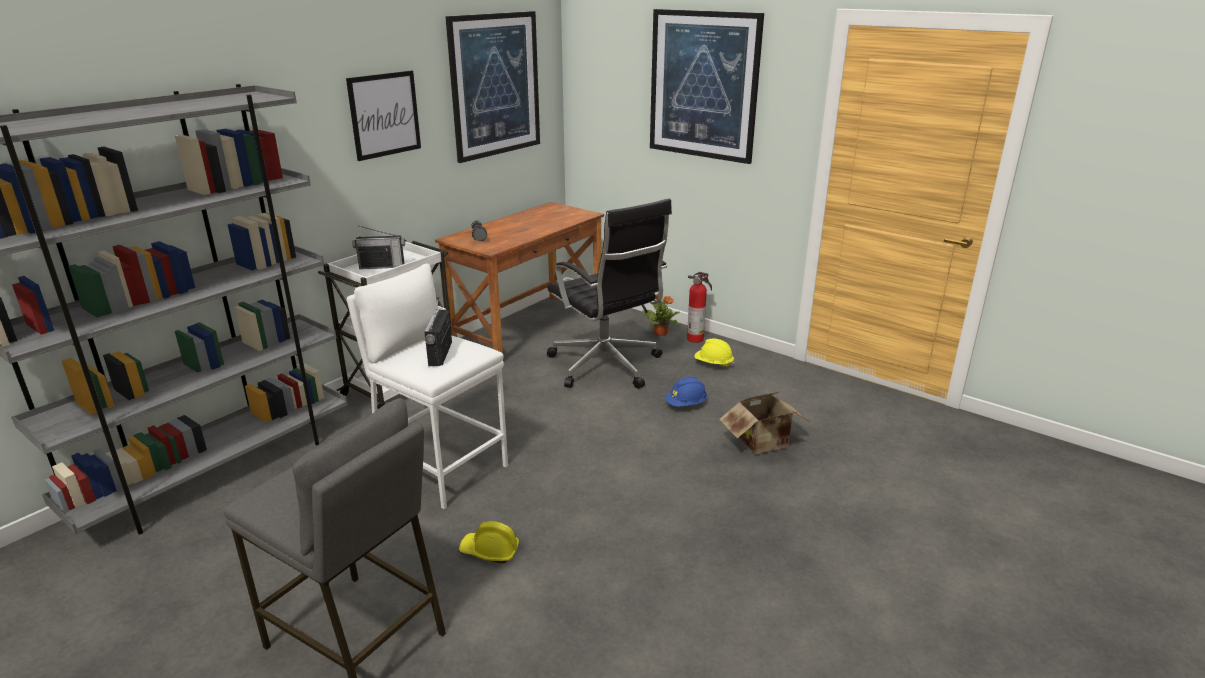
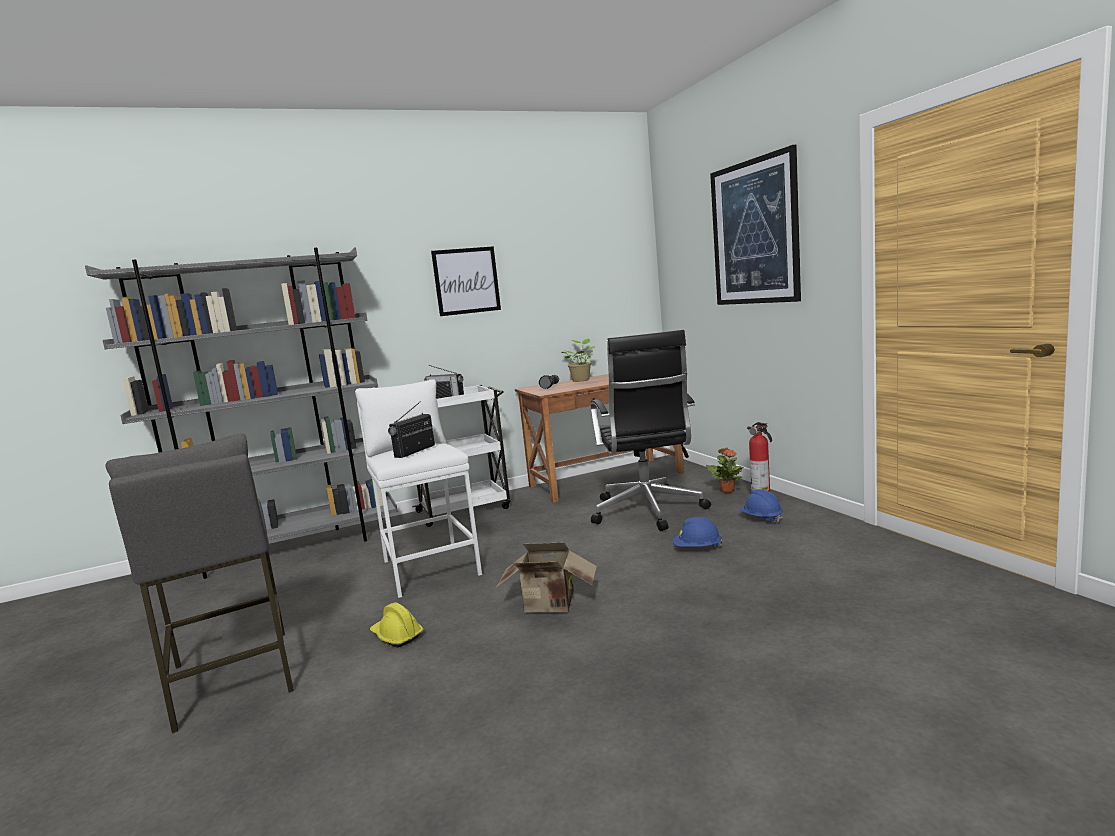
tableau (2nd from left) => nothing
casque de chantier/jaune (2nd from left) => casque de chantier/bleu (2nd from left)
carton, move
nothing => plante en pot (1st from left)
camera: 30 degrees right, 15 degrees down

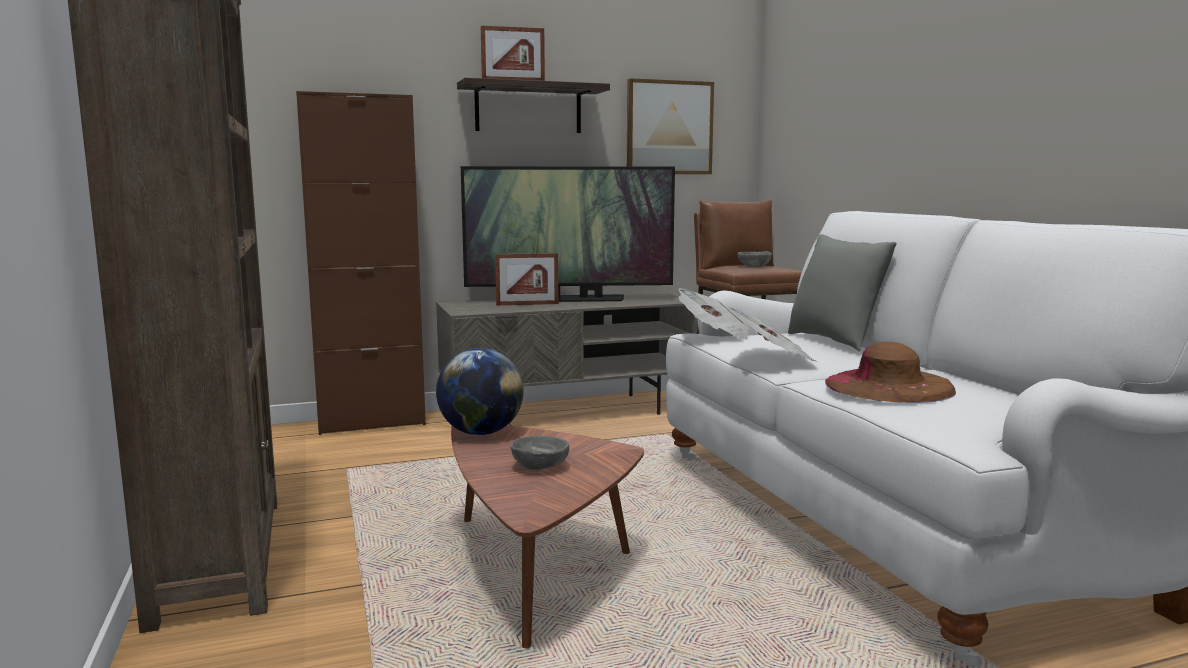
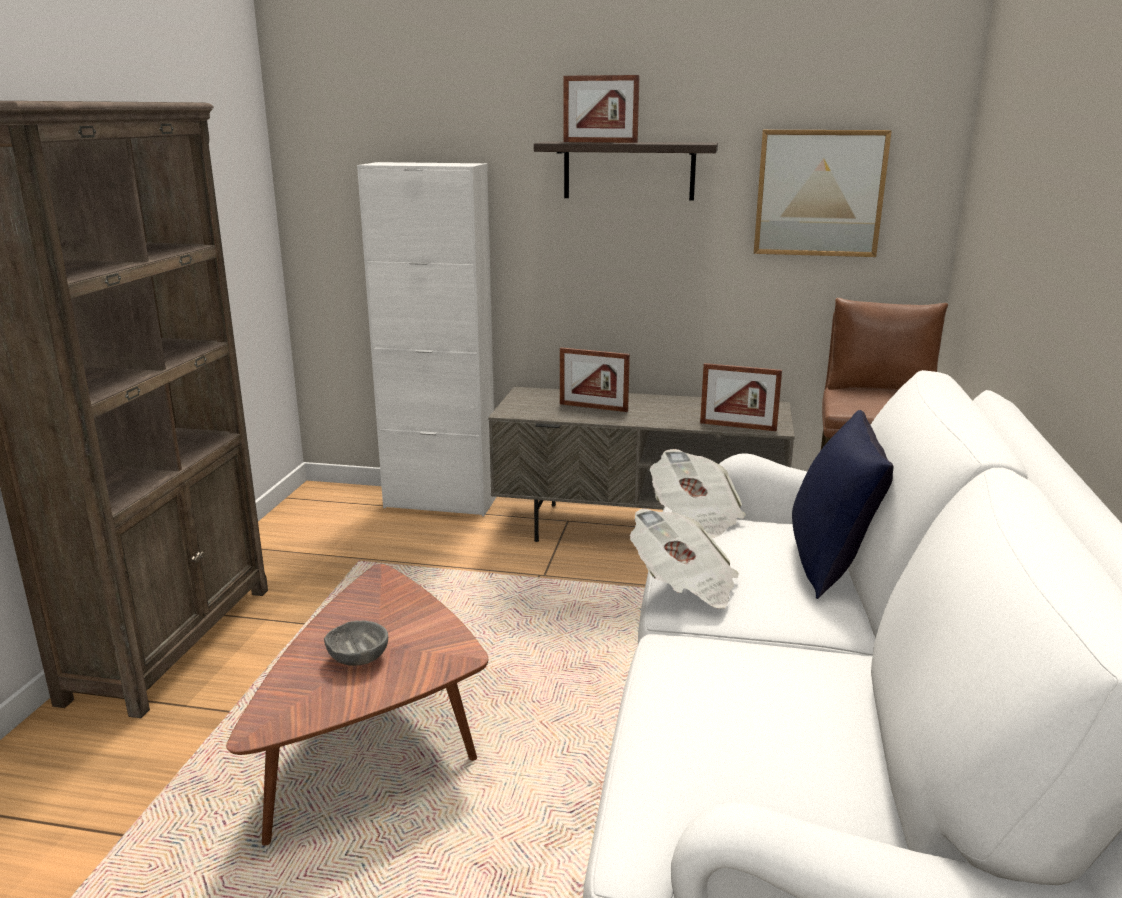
meuble de rangement/marron => meuble de rangement/blanc
globe => nothing
téléviseur => nothing
bol/gris (2nd from left) => nothing
coussin/gris => coussin/bleu
chapeau/marron => nothing
nothing => cadre photo (3rd from left)
camera: 30 degrees right, 10 degrees up

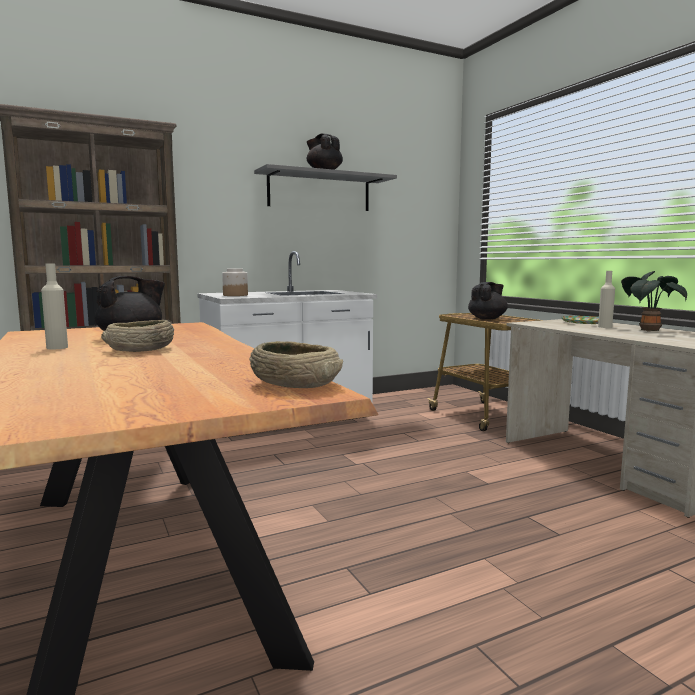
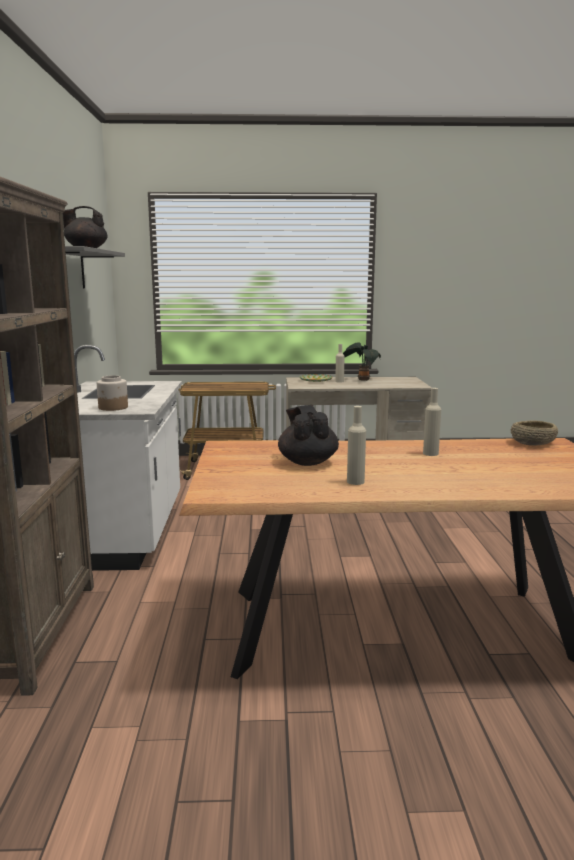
bol/beige (1st from left) => nothing
théière/noir (3rd from left) => nothing
nothing => bouteille/beige (3rd from left)
camera: 65 degrees left, 5 degrees up

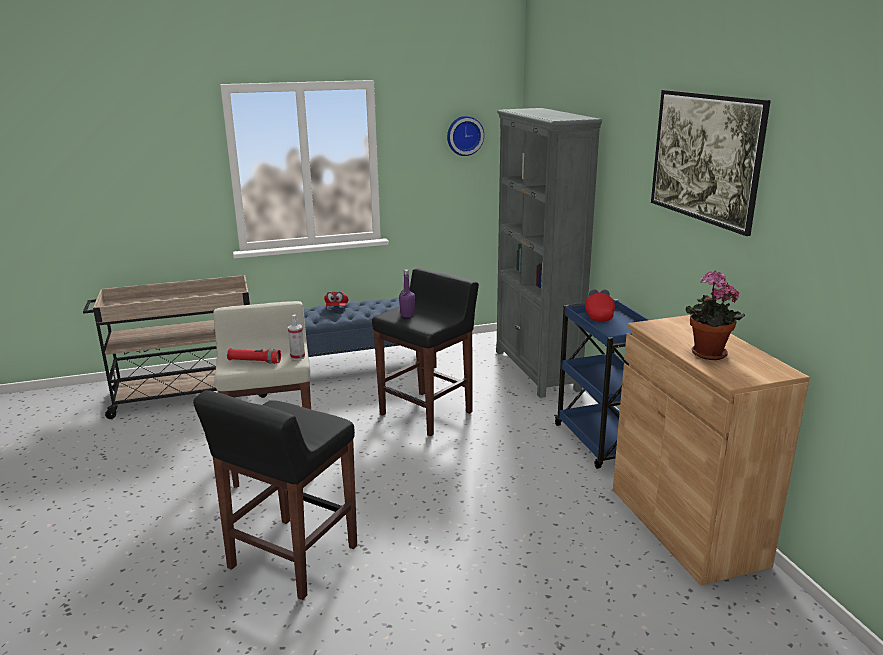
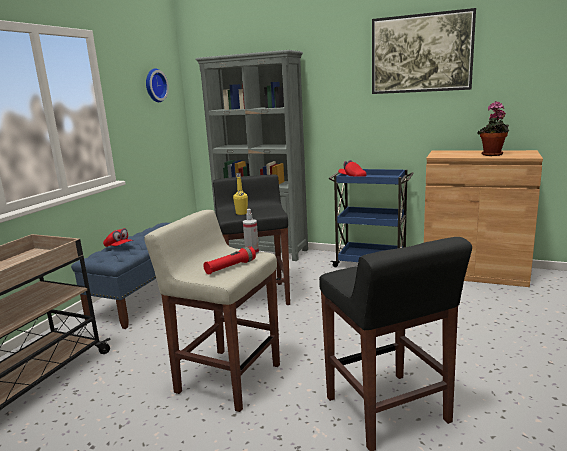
bouteille/violet => bouteille/jaune
camera: 50 degrees left, 5 degrees down

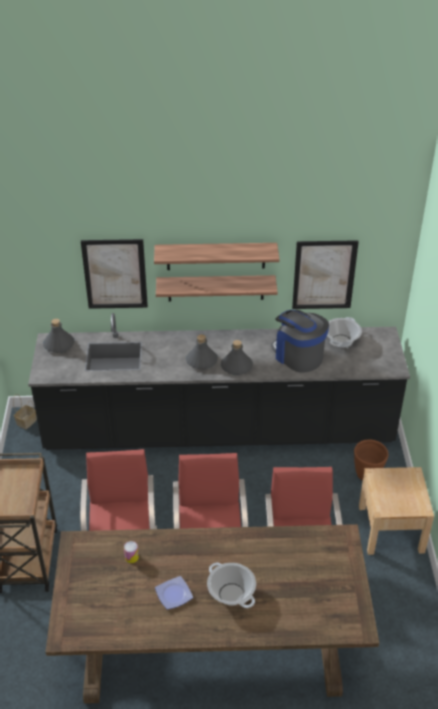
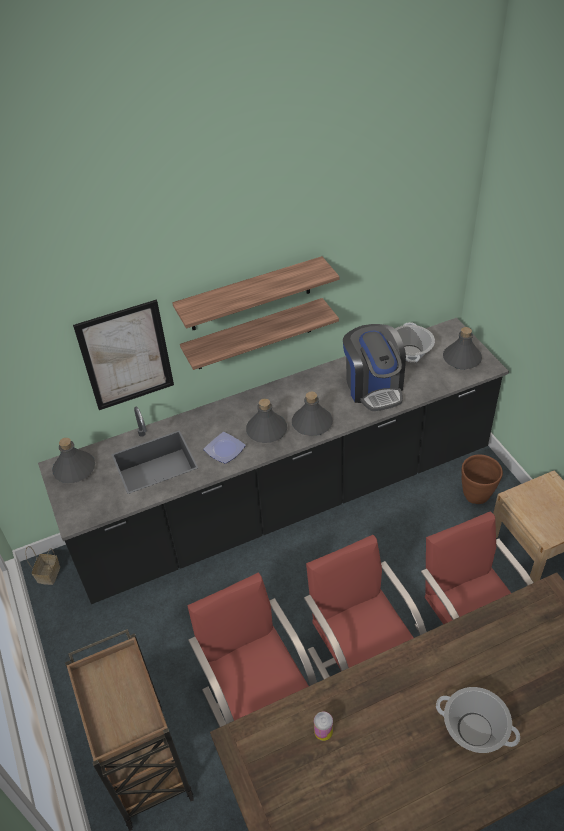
assiette, move
machine à café, 135 degrees counterclockwise
tableau (2nd from left) => nothing
nothing => bouteille/gris (4th from left)
camera: 20 degrees left, 5 degrees up

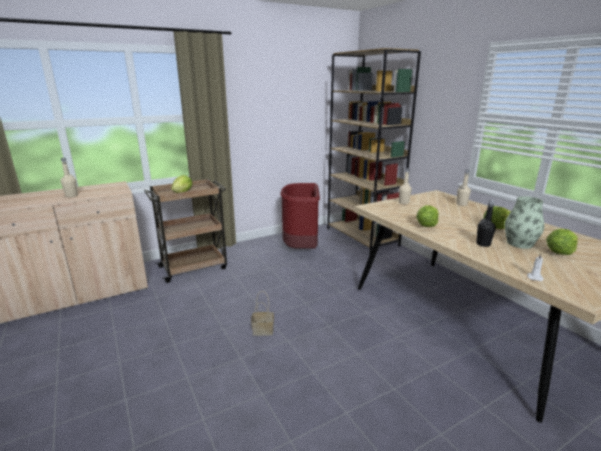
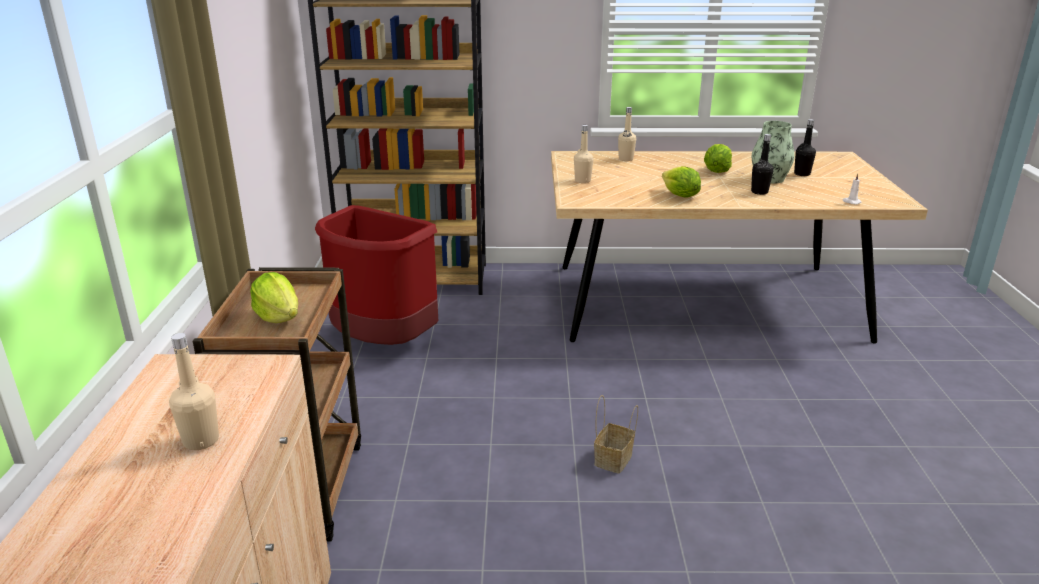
laitue (4th from left) => bouteille/noir (2nd from left)
camera: 60 degrees left, 5 degrees up

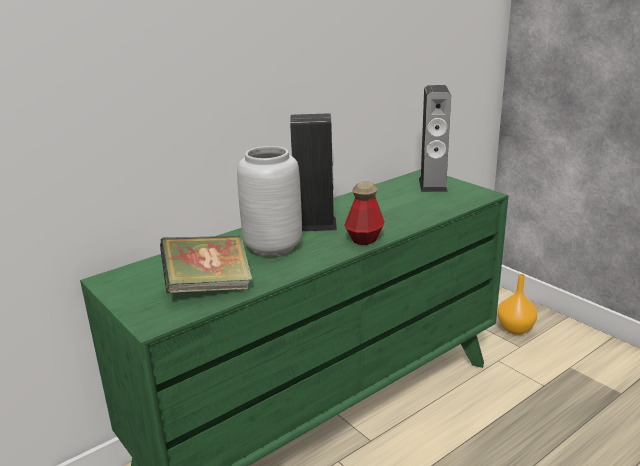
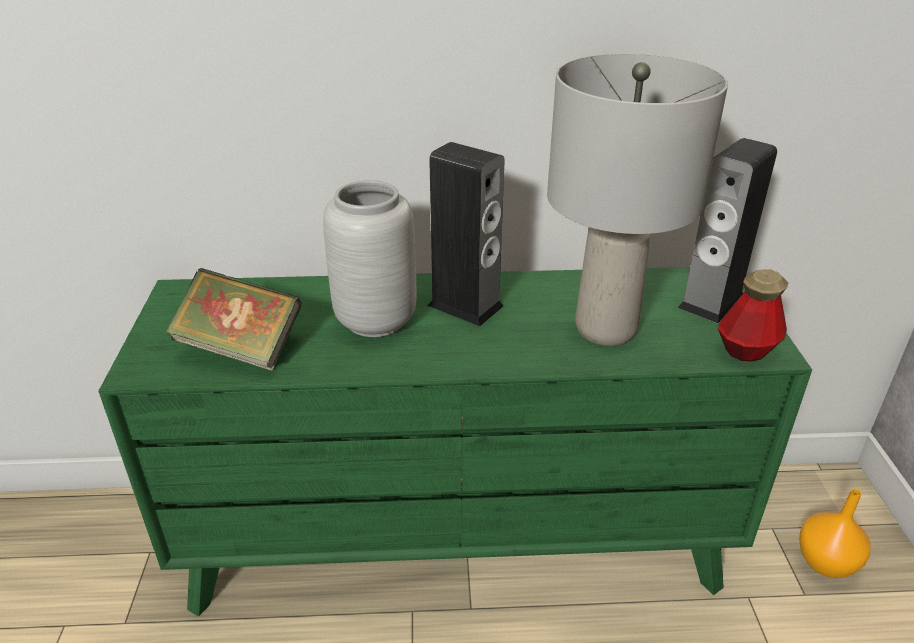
bouteille, move
nothing => lampe de table/gris
camera: 35 degrees right, 10 degrees up

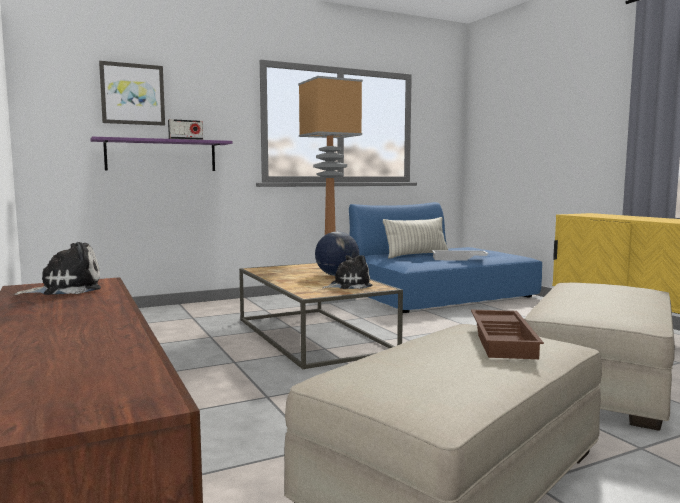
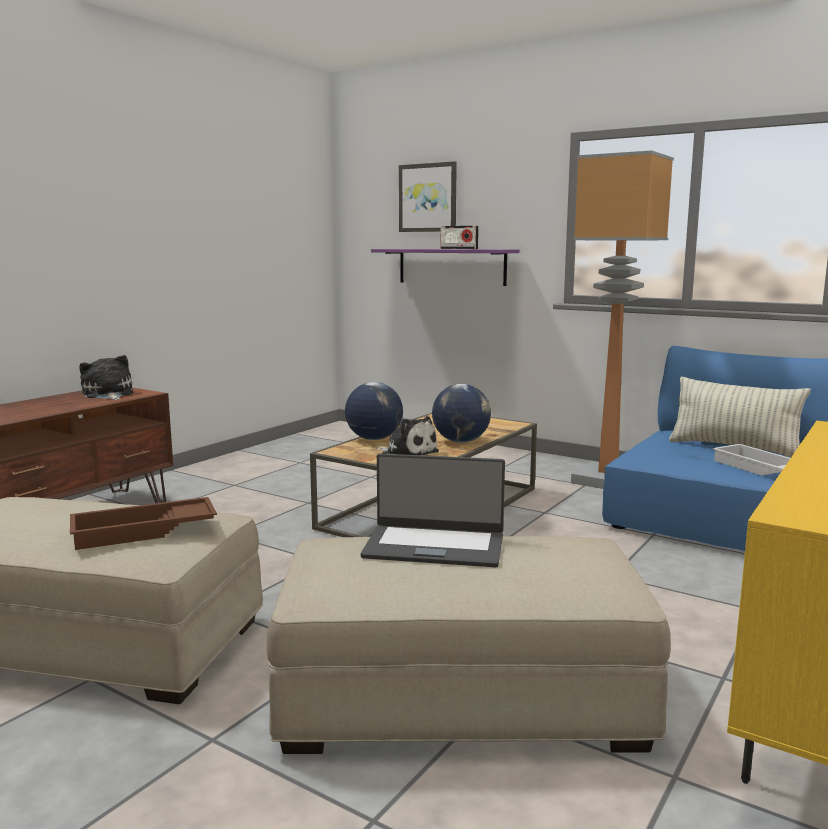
peluche (1st from left), 150 degrees counterclockwise
nothing => globe (1st from left)
nothing => ordinateur portable
camera: 60 degrees right, 5 degrees up

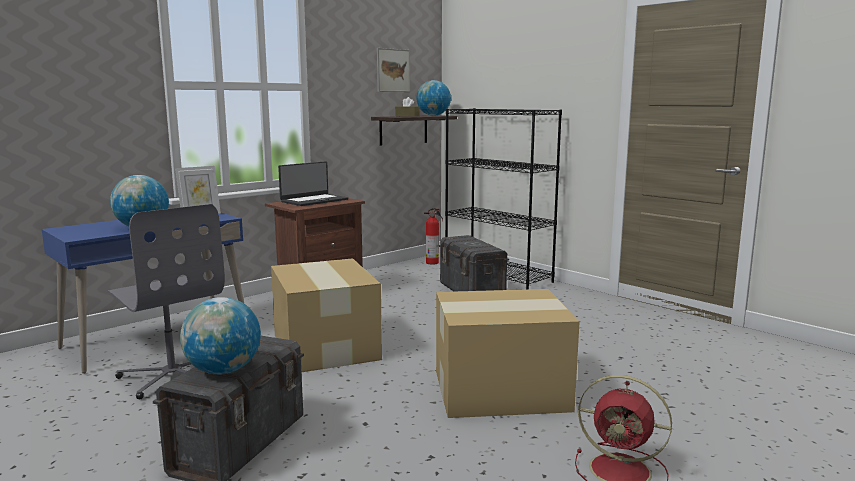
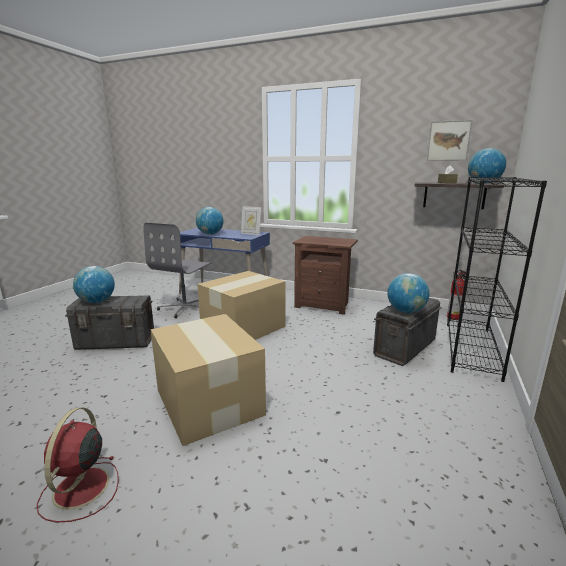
ordinateur portable => nothing
nothing => globe (3rd from left)
camera: 65 degrees right, 5 degrees up

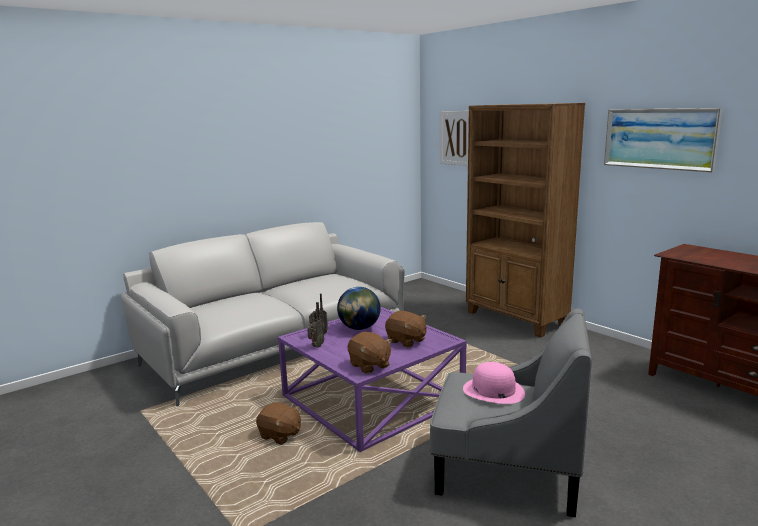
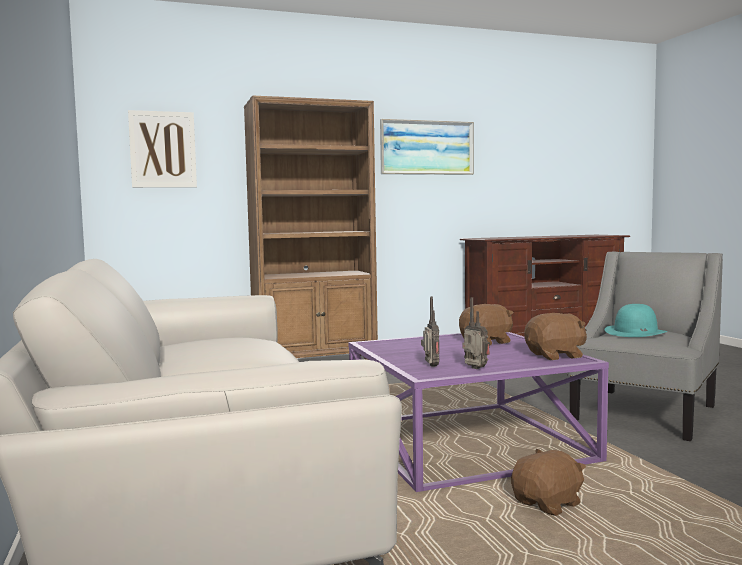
globe => nothing
chapeau/rose => chapeau/turquoise
camera: 70 degrees left, 10 degrees down

